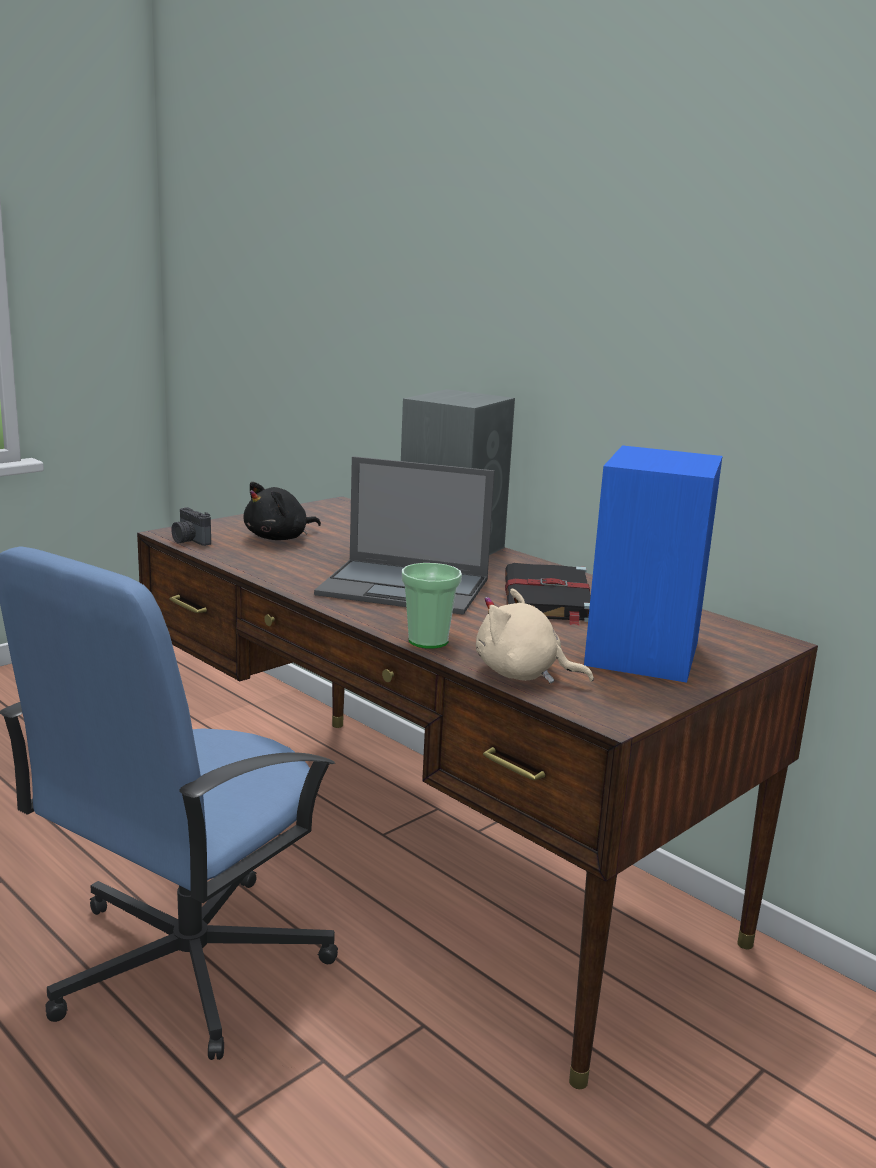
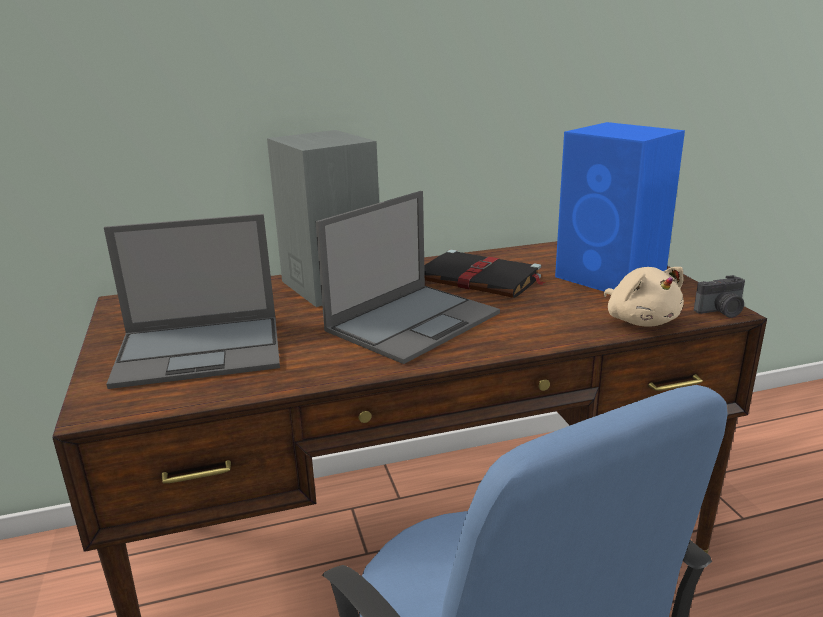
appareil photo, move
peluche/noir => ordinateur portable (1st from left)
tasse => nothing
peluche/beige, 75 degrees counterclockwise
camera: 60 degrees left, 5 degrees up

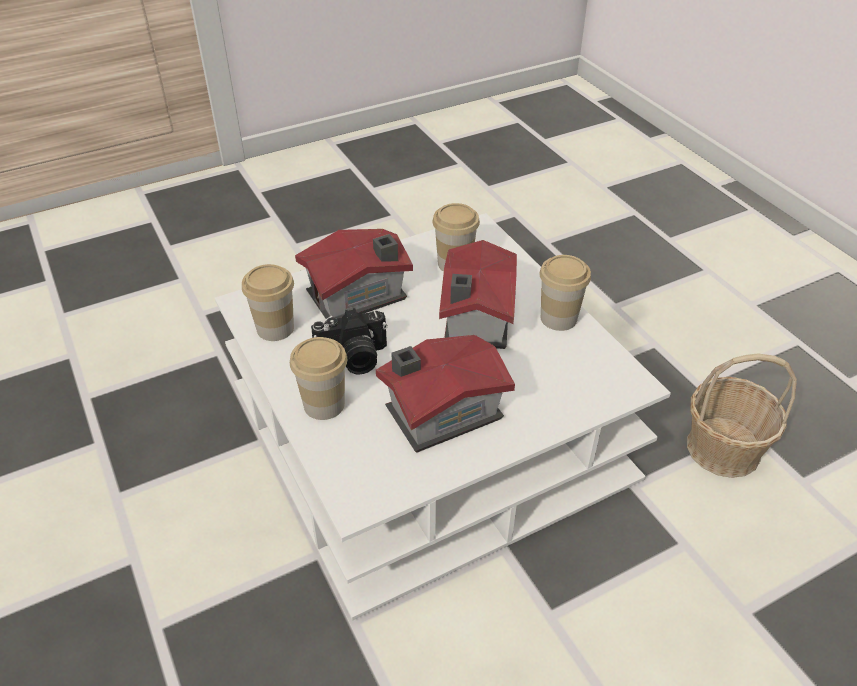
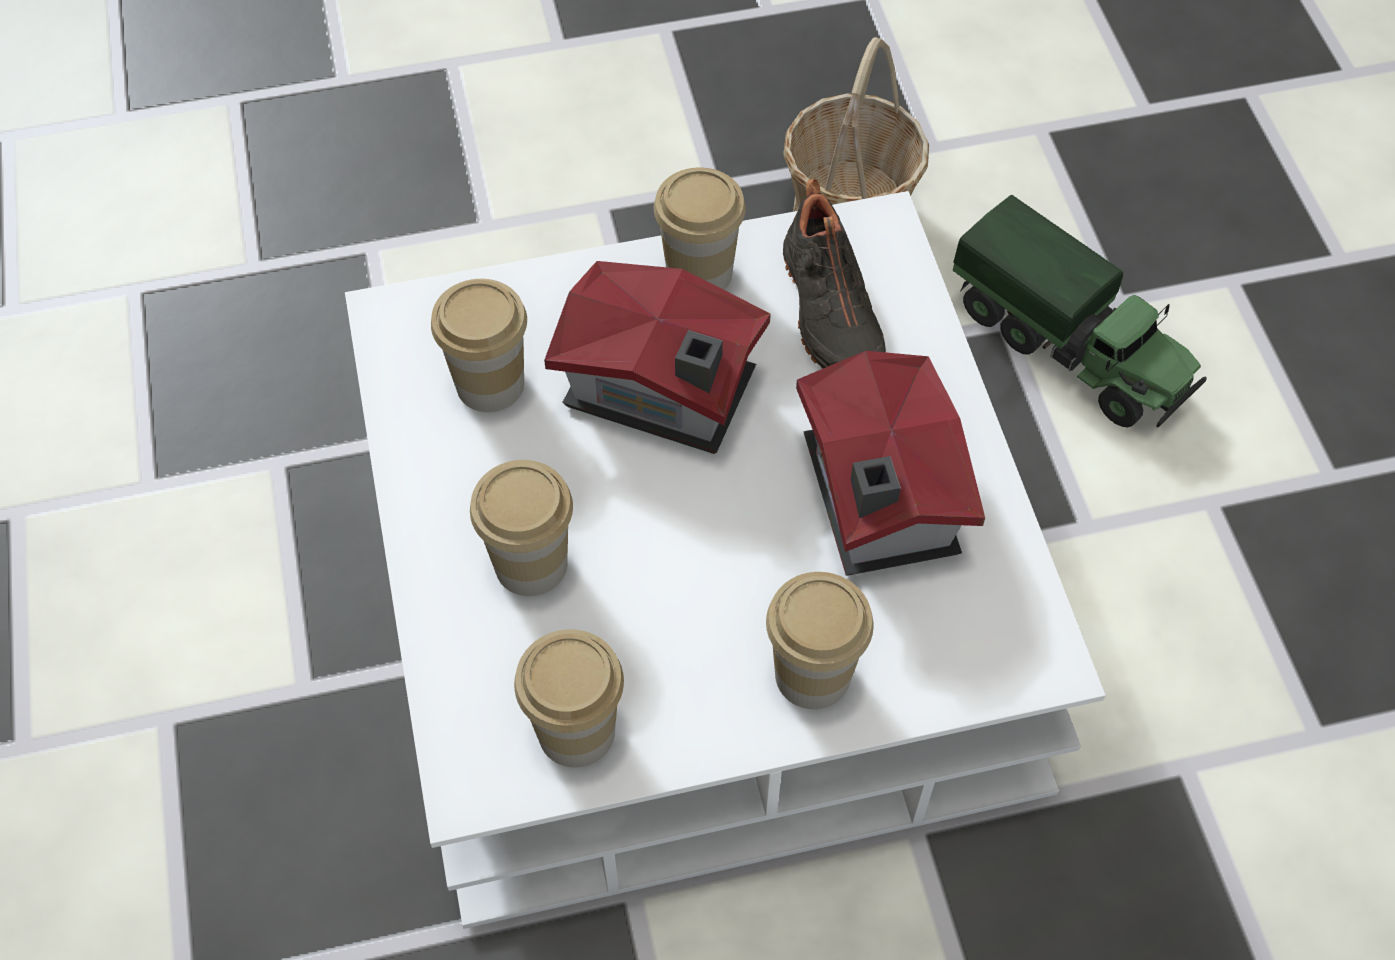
maison miniature (1st from left) => tasse (2nd from left)
appareil photo => nothing
nothing => chaussure/noir
nothing => camion jouet
camera: 75 degrees left, 15 degrees up

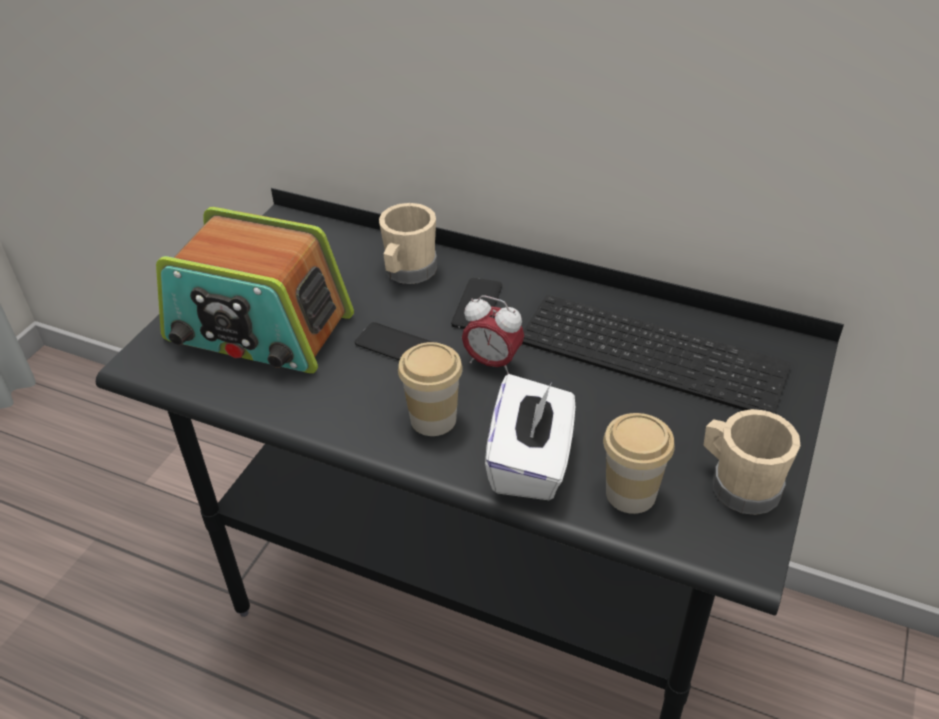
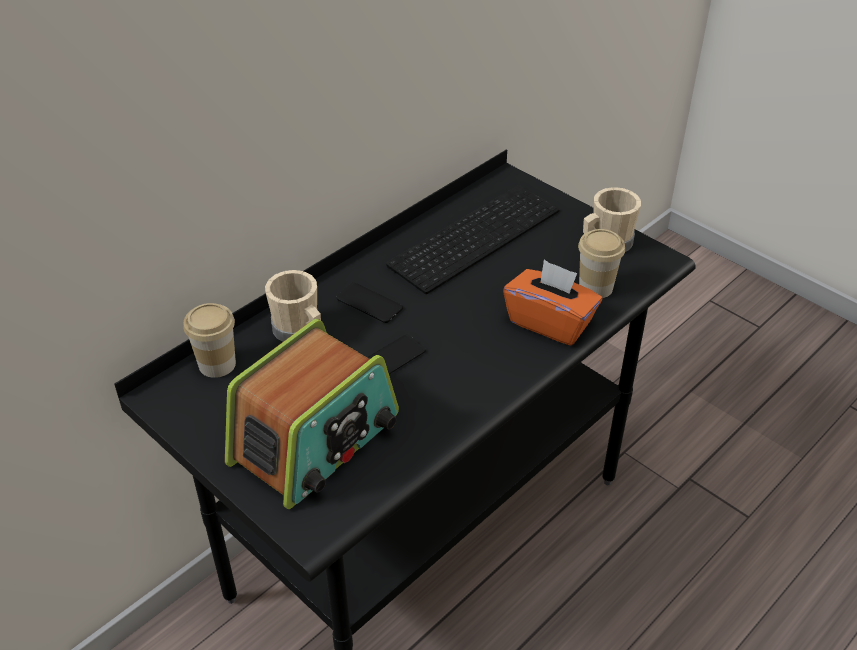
tasse (1st from left), move
réveil => nothing
boîte à mouchoirs/blanc => boîte à mouchoirs/orange
camera: 70 degrees left, 0 degrees up

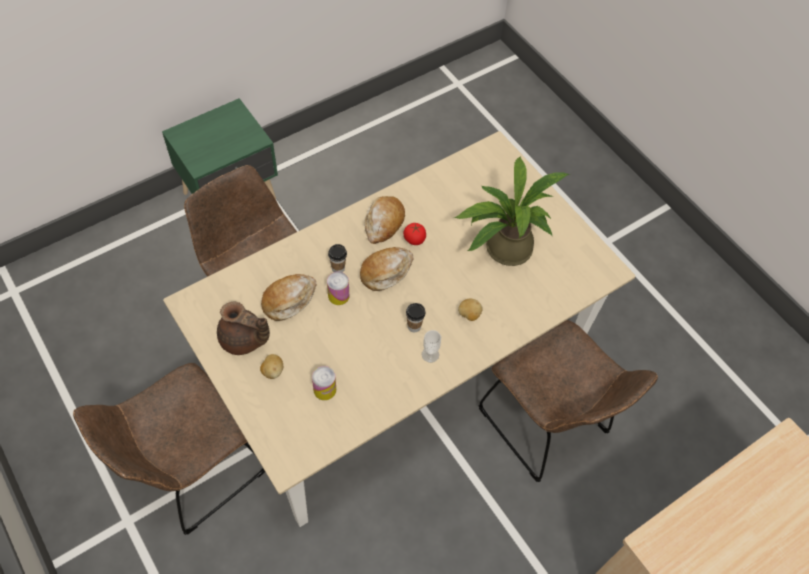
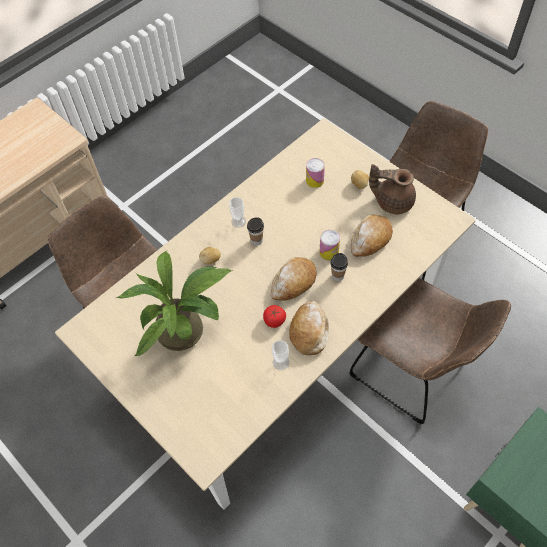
nothing => tasse (3rd from left)
camera: 175 degrees right, 0 degrees up

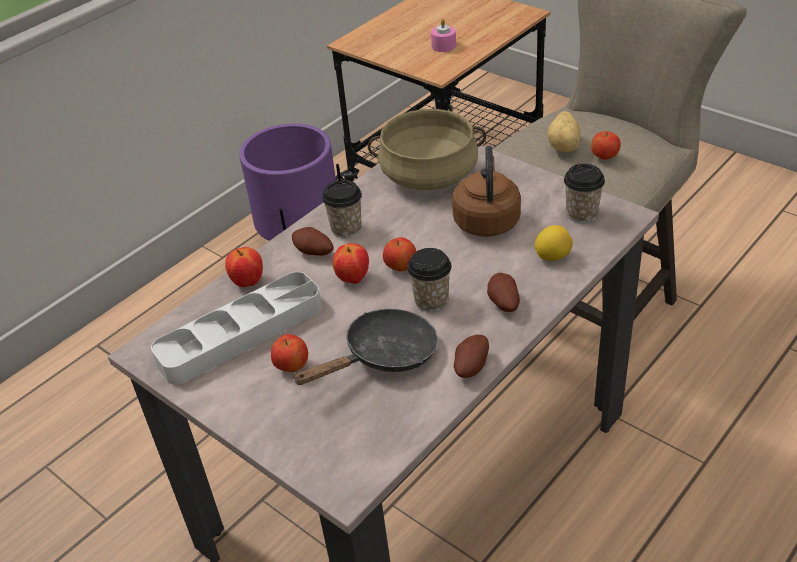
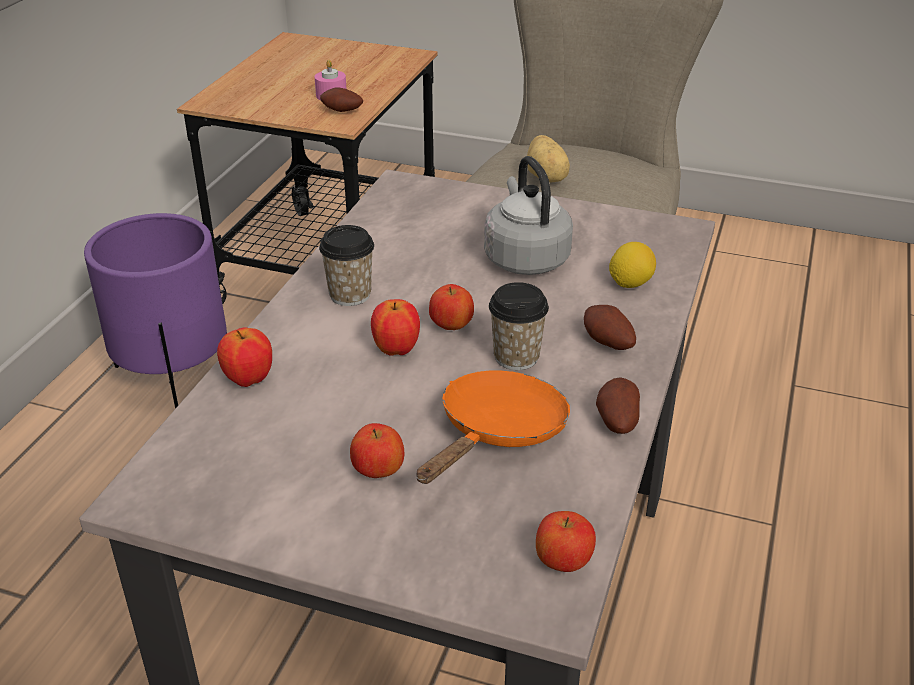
plateau/gris => nothing
pomme de terre (1st from left), move
poêle/noir => poêle/orange
marmite/beige => nothing
bouilloire/marron => bouilloire/gris
tasse (3rd from left) => nothing
pomme (5th from left), move
camera: 25 degrees left, 5 degrees down

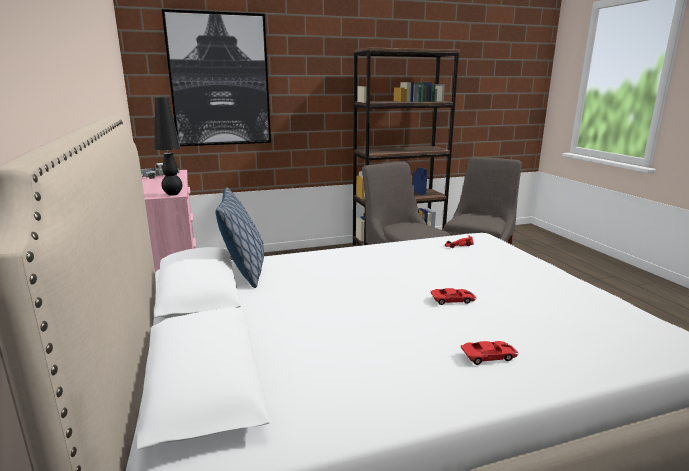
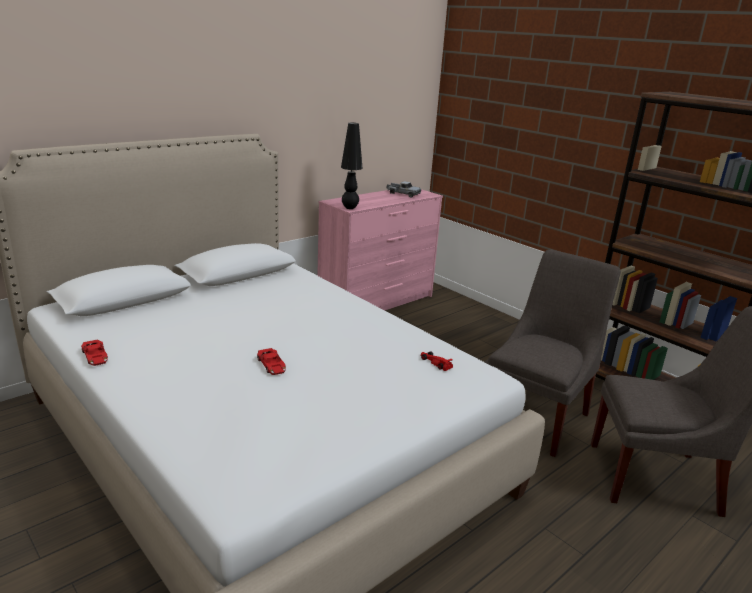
tableau => nothing
coussin => nothing
petite voiture/rouge (3rd from left in the first image) => petite voiture/rouge (1st from left), move
camera: 65 degrees right, 5 degrees up

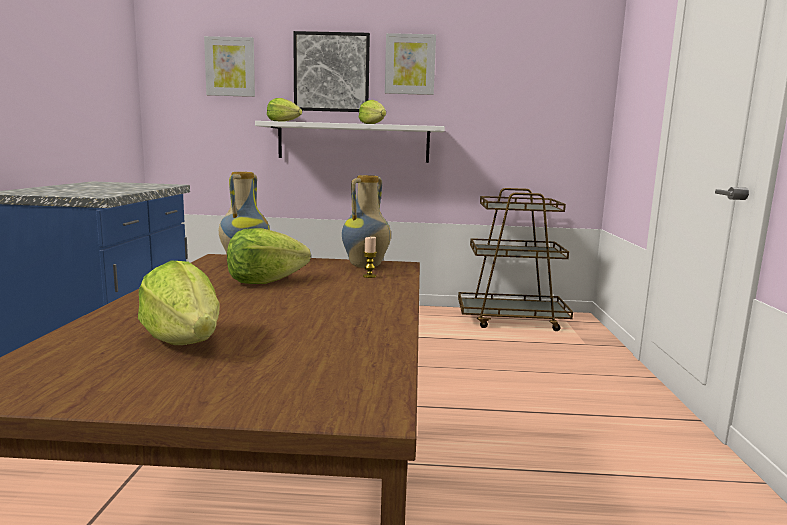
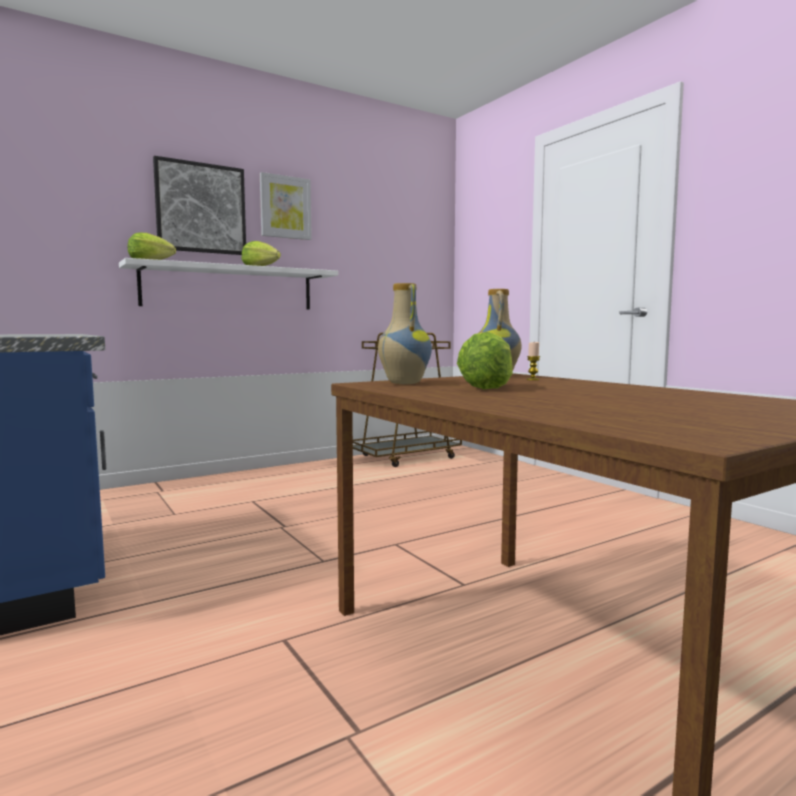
laitue (1st from left) => nothing
tableau (1st from left) => nothing
camera: 35 degrees left, 5 degrees down

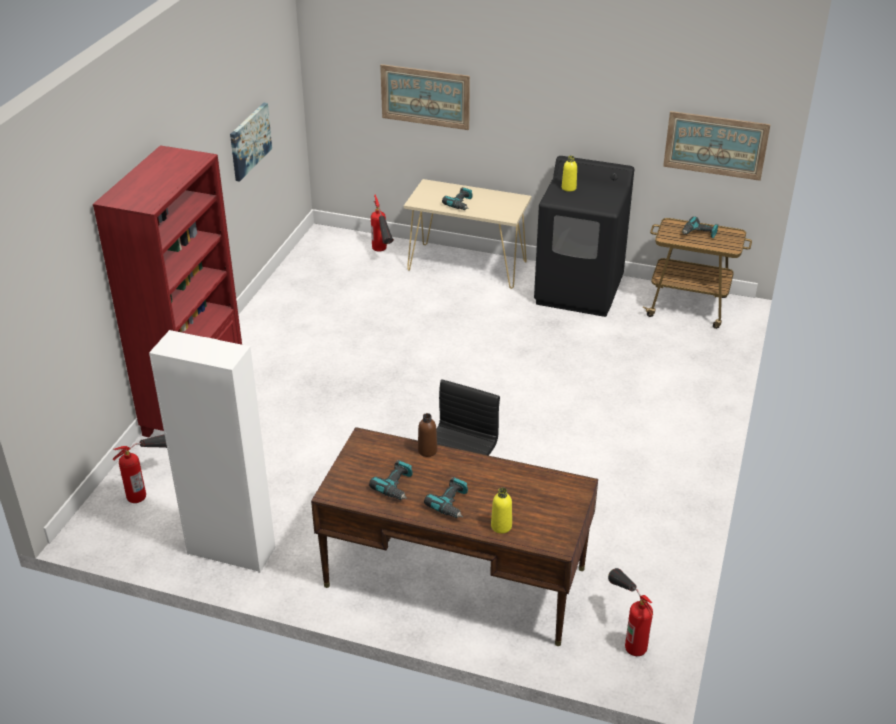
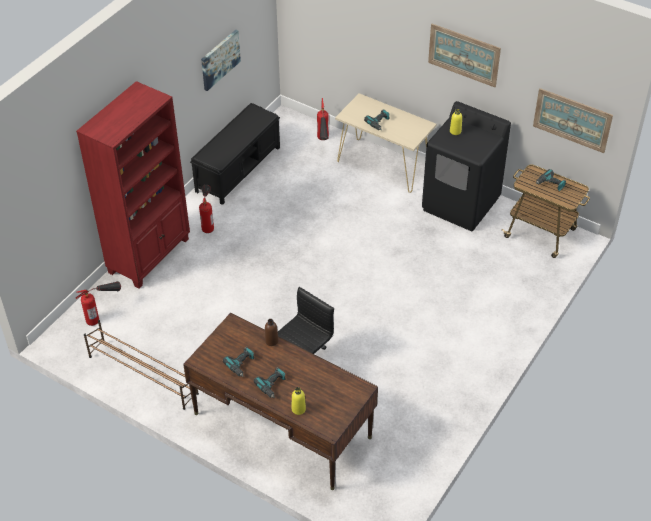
meuble de rangement/blanc => étagère à chaussures/marron
tableau (2nd from left), move
extincteur (3rd from left in the first image) => extincteur (2nd from left), move
nothing => banc/noir
camera: 15 degrees right, 10 degrees up

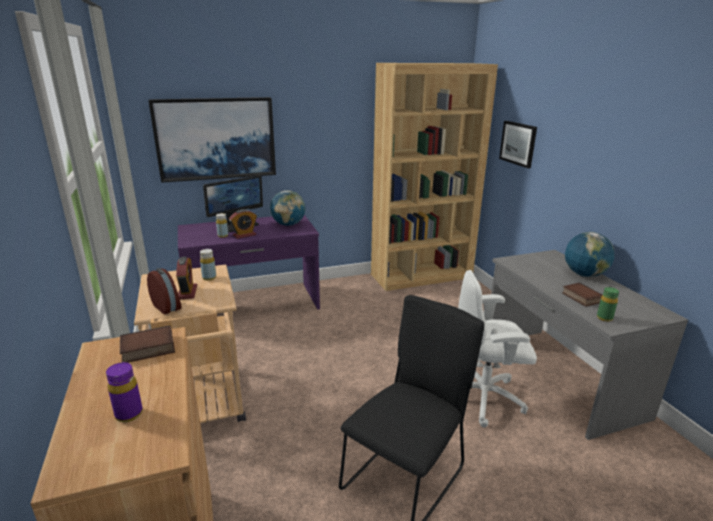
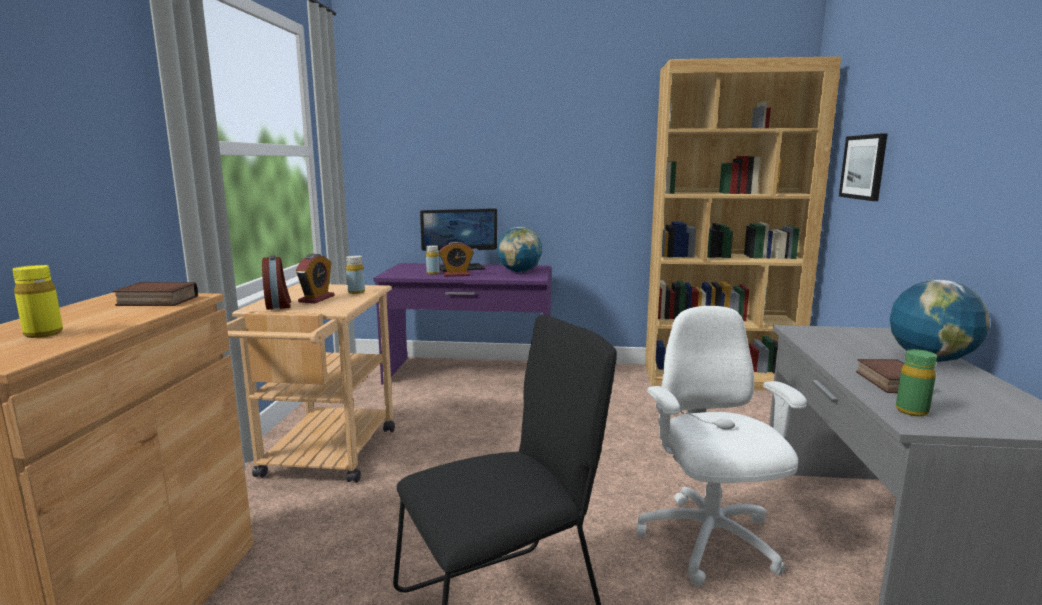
bouteille/violet => bouteille/jaune (1st from left)
tableau (1st from left) => nothing
chaise de bureau/blanc, 60 degrees clockwise
camera: 25 degrees right, 10 degrees down

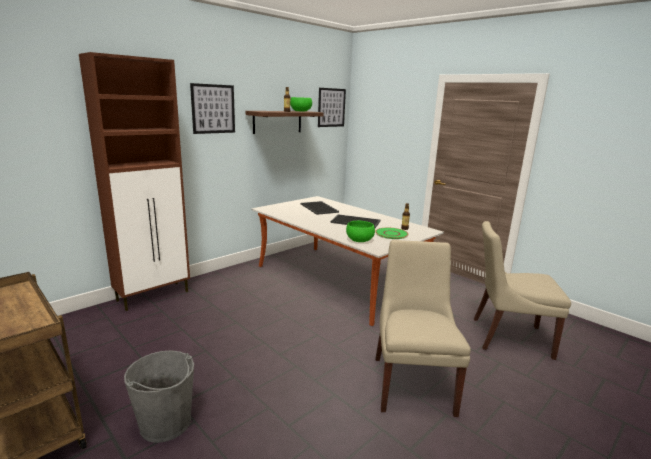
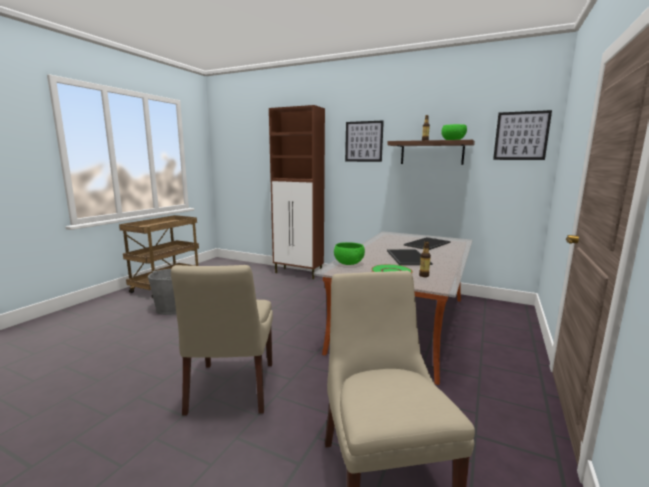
chaise/beige (1st from left), 105 degrees clockwise
camera: 70 degrees right, 5 degrees down

